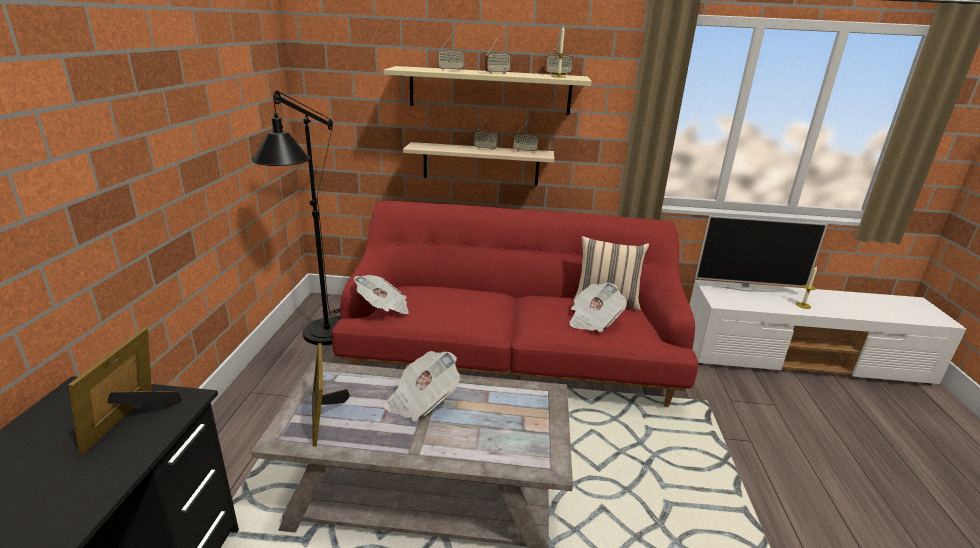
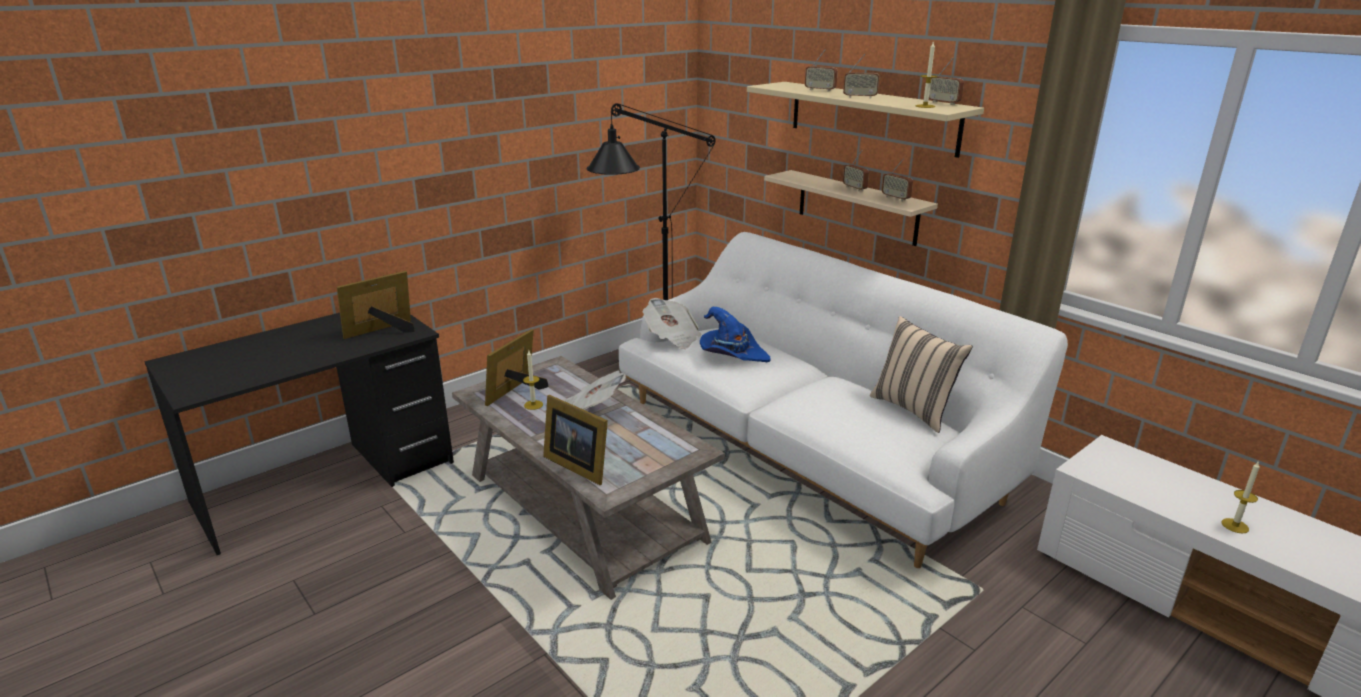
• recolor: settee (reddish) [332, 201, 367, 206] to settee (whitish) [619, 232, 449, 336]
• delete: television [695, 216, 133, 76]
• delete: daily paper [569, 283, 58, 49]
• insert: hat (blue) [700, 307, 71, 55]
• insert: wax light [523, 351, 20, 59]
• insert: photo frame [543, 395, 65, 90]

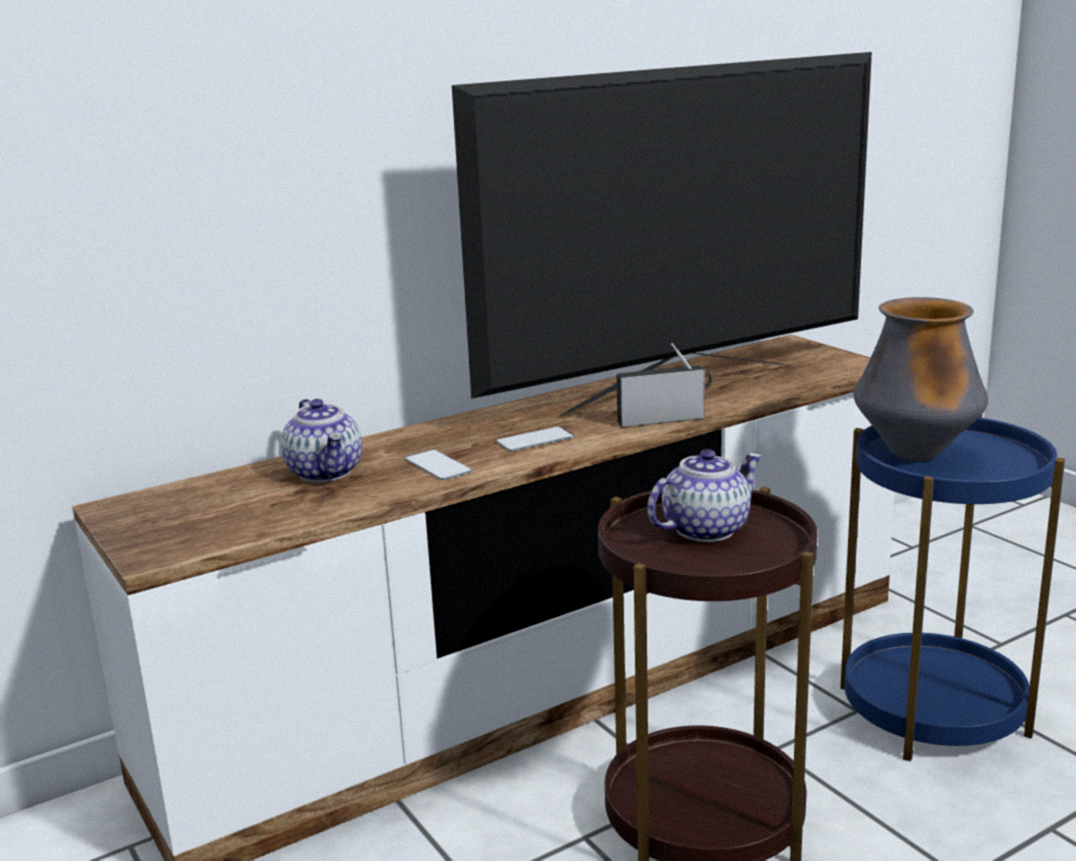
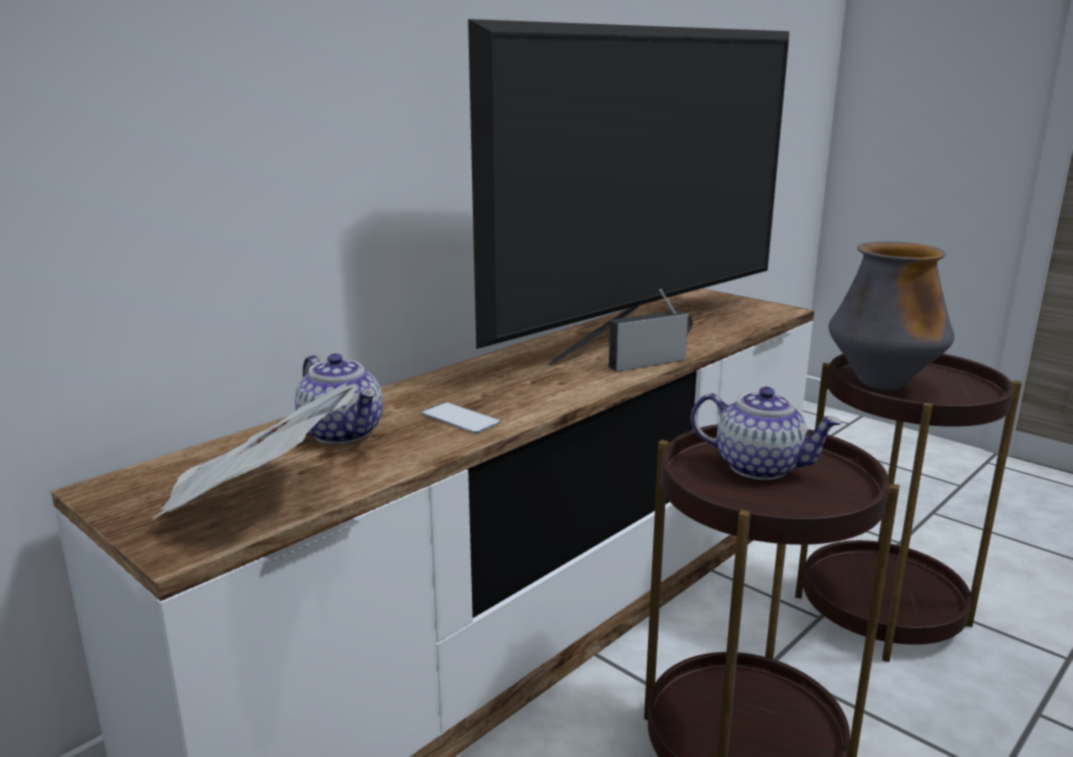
• recolor: accent table (blue) [840, 414, 225, 347] to accent table (brown-coloured) [795, 354, 227, 308]
• delete: phone [496, 426, 79, 25]
• rotate: pot for tea [647, 449, 115, 93] = [691, 387, 151, 93] 75 degrees clockwise
• insert: daily paper [152, 382, 205, 137]

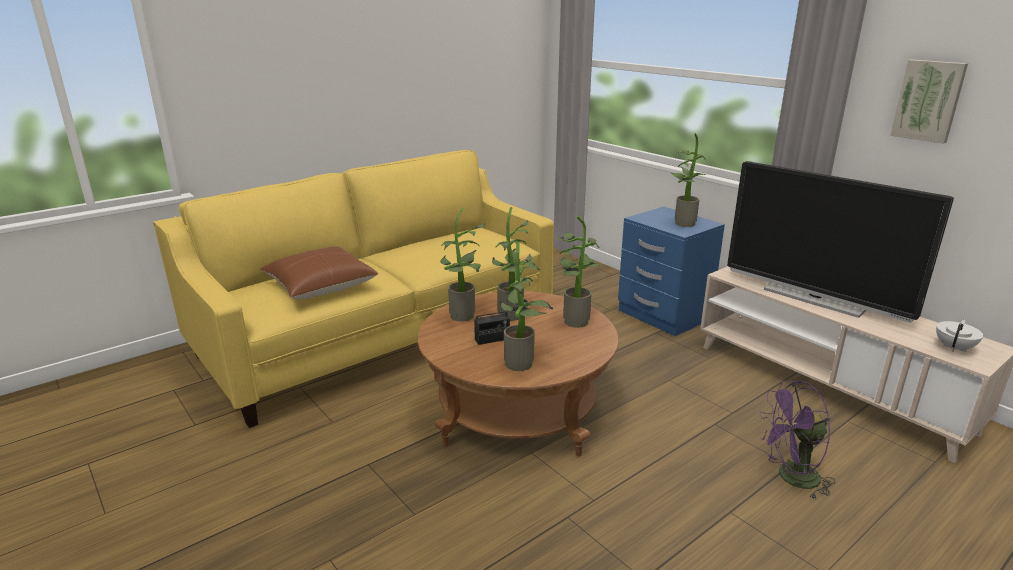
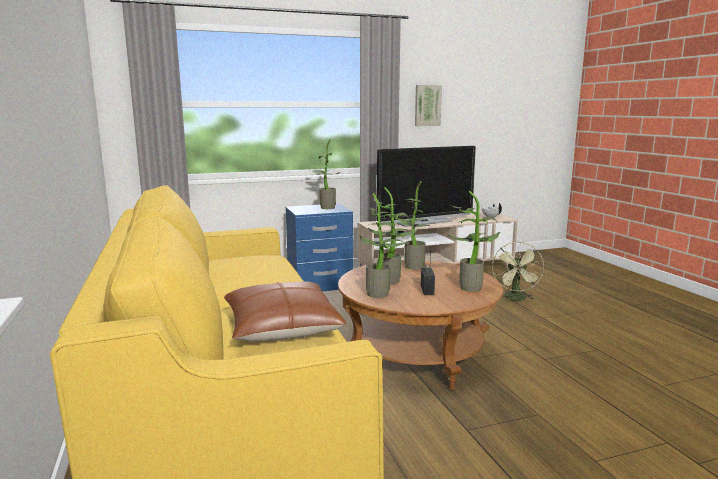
• recolor: fan (purple) [759, 381, 76, 118] to fan (green) [492, 242, 52, 58]

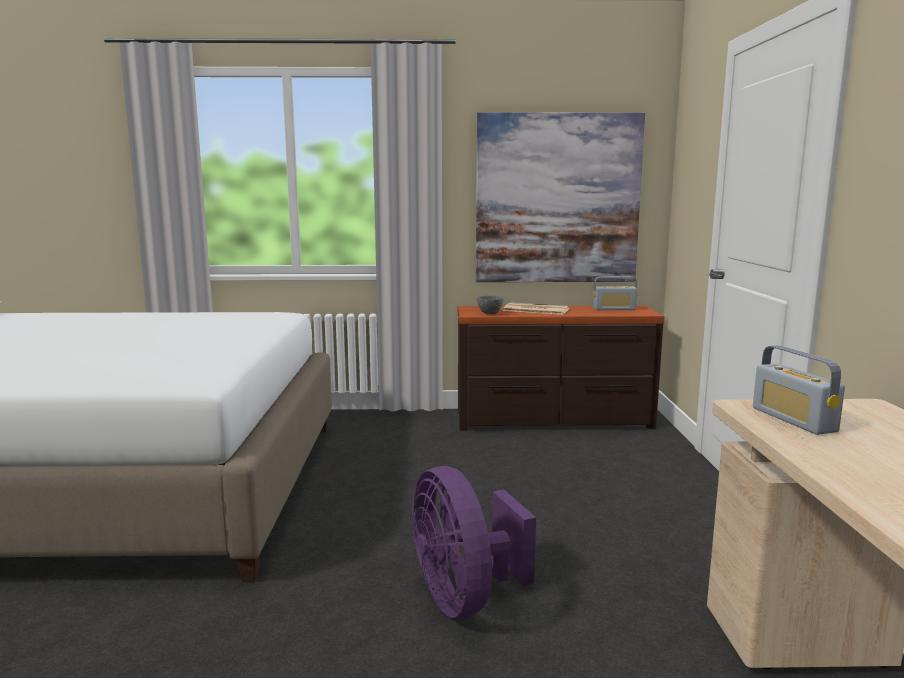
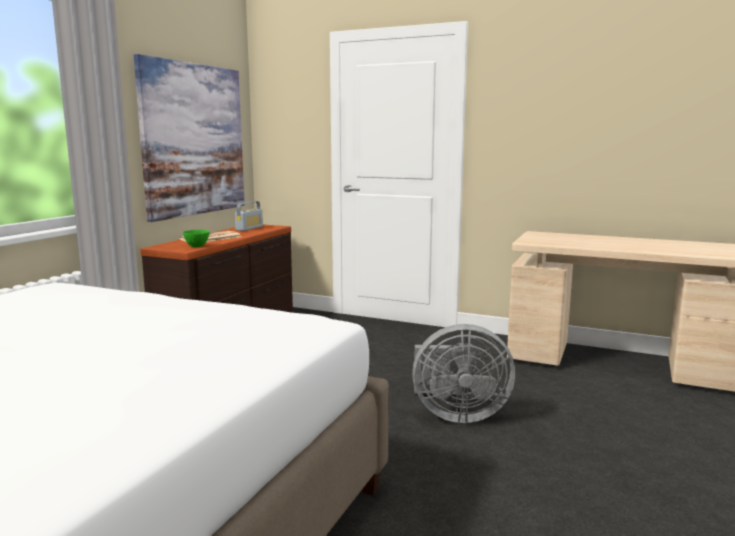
• recolor: bowl (gray) [476, 295, 28, 19] to bowl (green) [183, 229, 27, 18]
• delete: radio receiver [753, 345, 92, 90]
• recolor: fan (purple) [412, 466, 124, 152] to fan (gray) [412, 324, 103, 99]

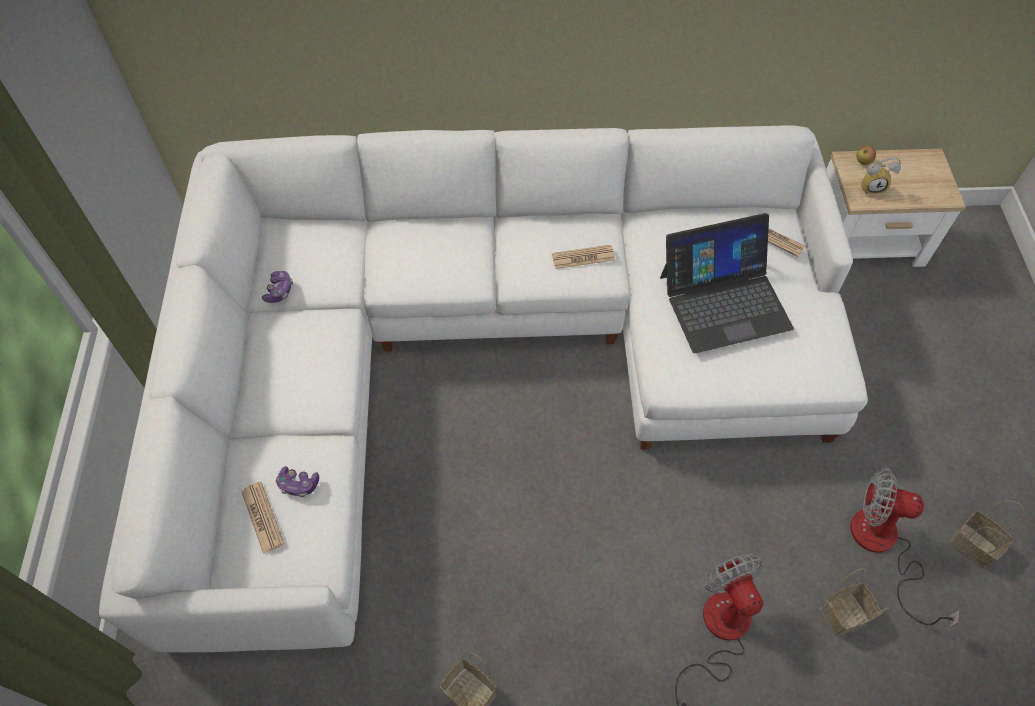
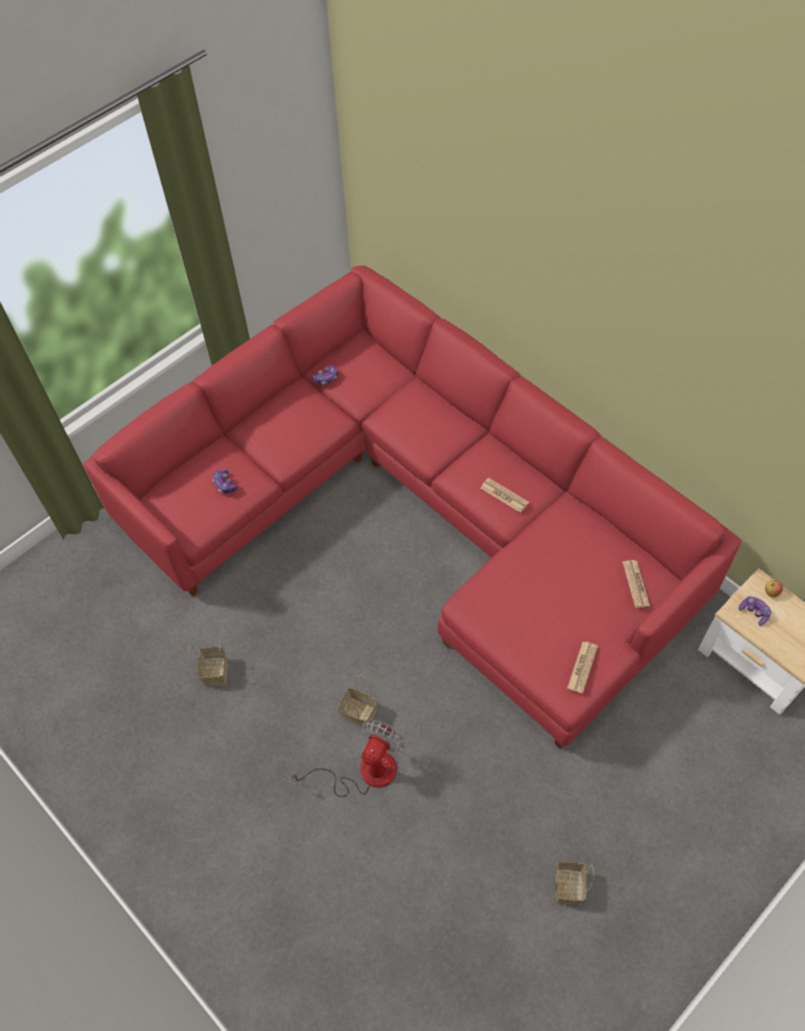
• recolor: settee (whitish) [99, 125, 769, 527] to settee (reddish) [83, 266, 658, 483]
• replace: alarm clock [861, 157, 40, 37] to gamepad [739, 596, 32, 30]
• delete: notebook computer [660, 213, 134, 140]
• delete: fan [850, 468, 109, 160]
• move: daily paper [241, 482, 43, 72] to [567, 642, 31, 51]
• move: storage basket [820, 568, 69, 68] to [338, 675, 39, 53]

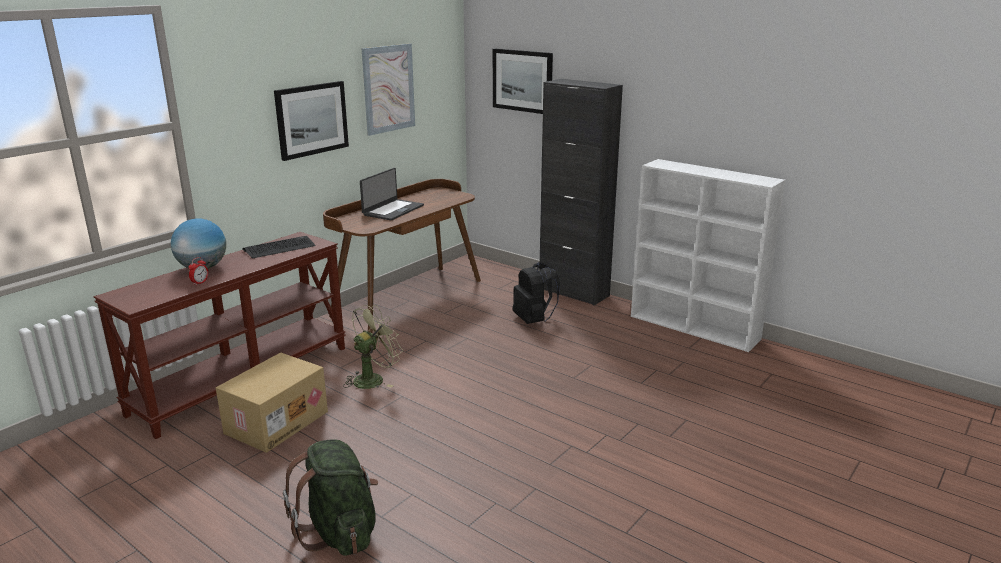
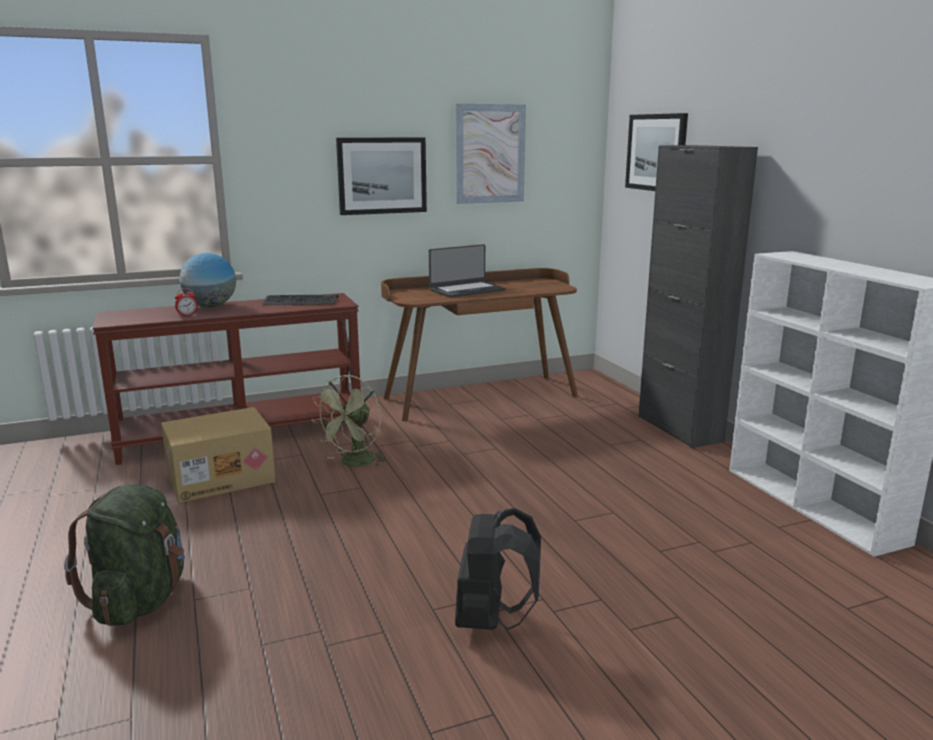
• move: rucksack (blackish) [512, 262, 48, 62] to [455, 508, 86, 122]
• rotate: fan (green) [343, 305, 60, 84] = [311, 375, 76, 93] 135 degrees clockwise

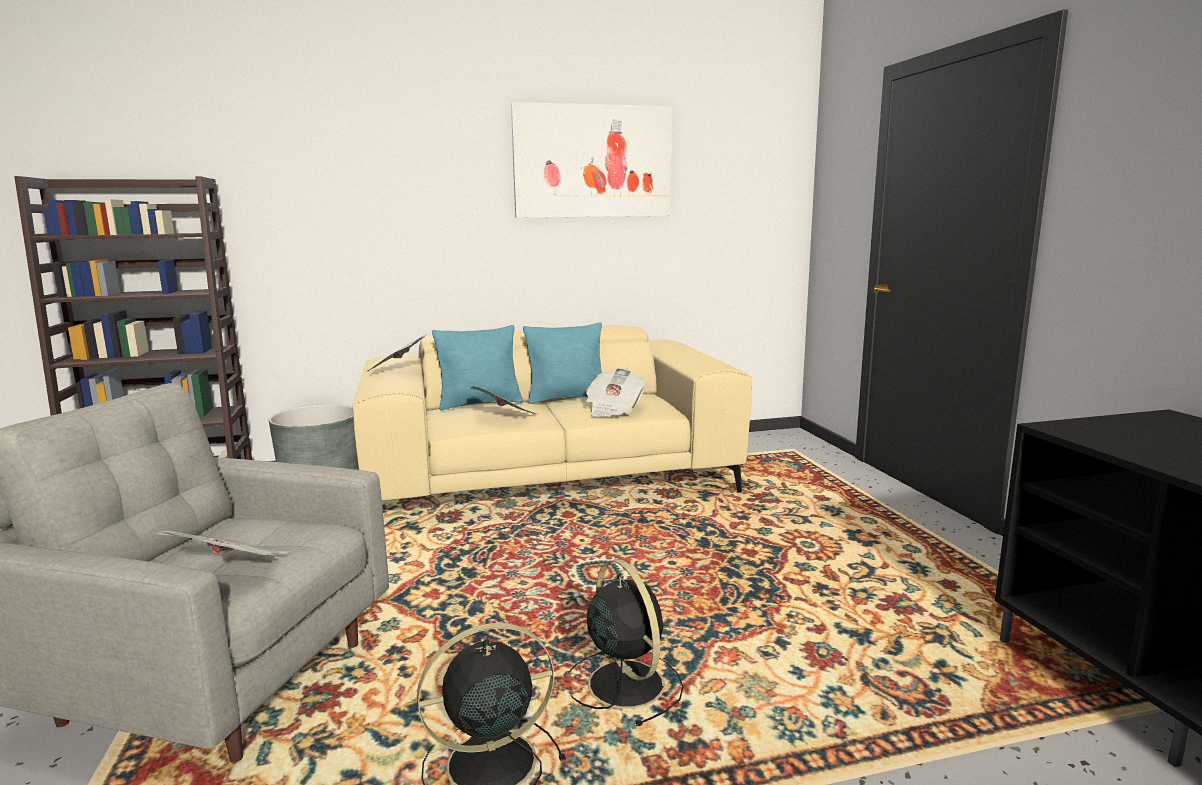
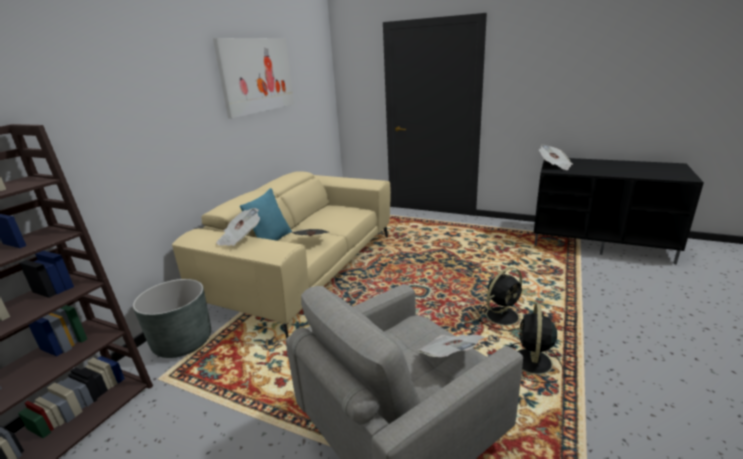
• delete: throw pillow (blue-green) [523, 322, 79, 82]
• move: daily paper [586, 368, 61, 49] to [539, 145, 34, 25]
• rotate: fan (blackish) [568, 559, 115, 167] = [478, 267, 49, 64] 135 degrees clockwise

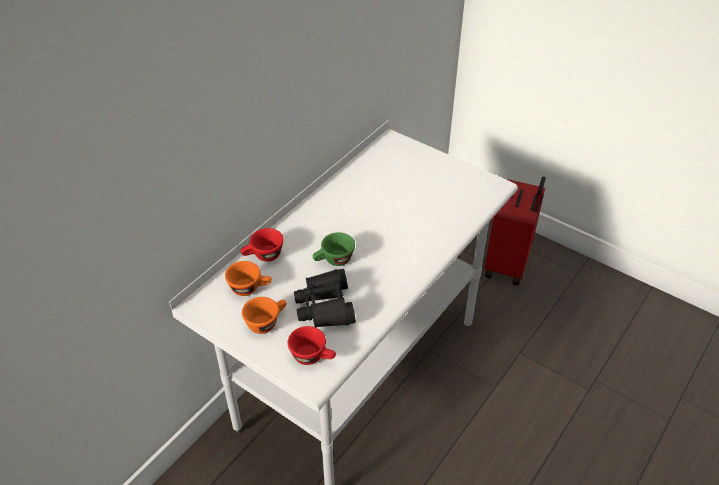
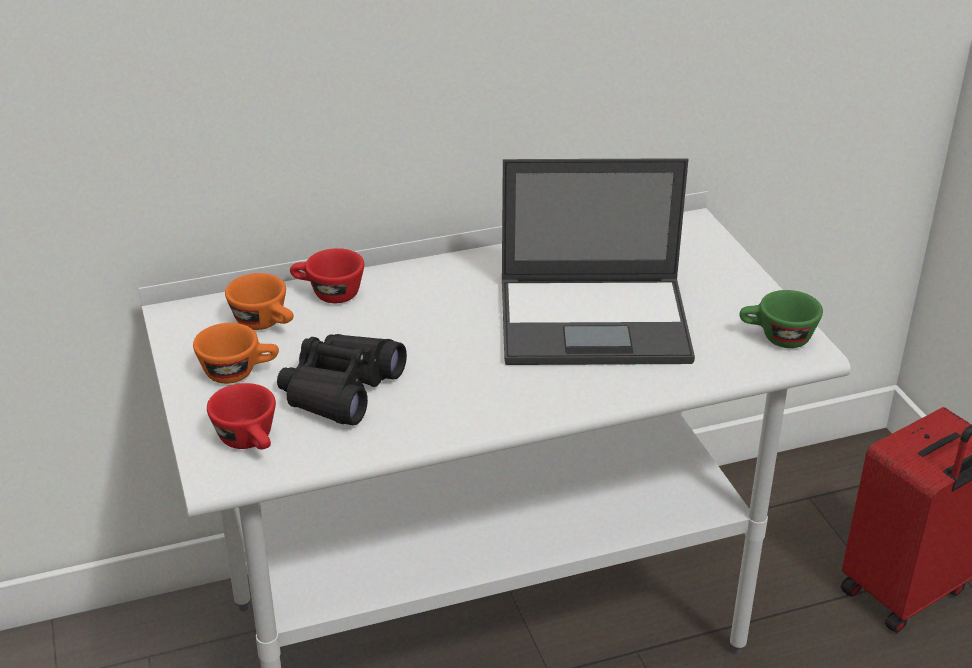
• move: cup (green) [313, 232, 42, 34] to [740, 290, 83, 58]
• insert: notebook computer [502, 158, 193, 207]

